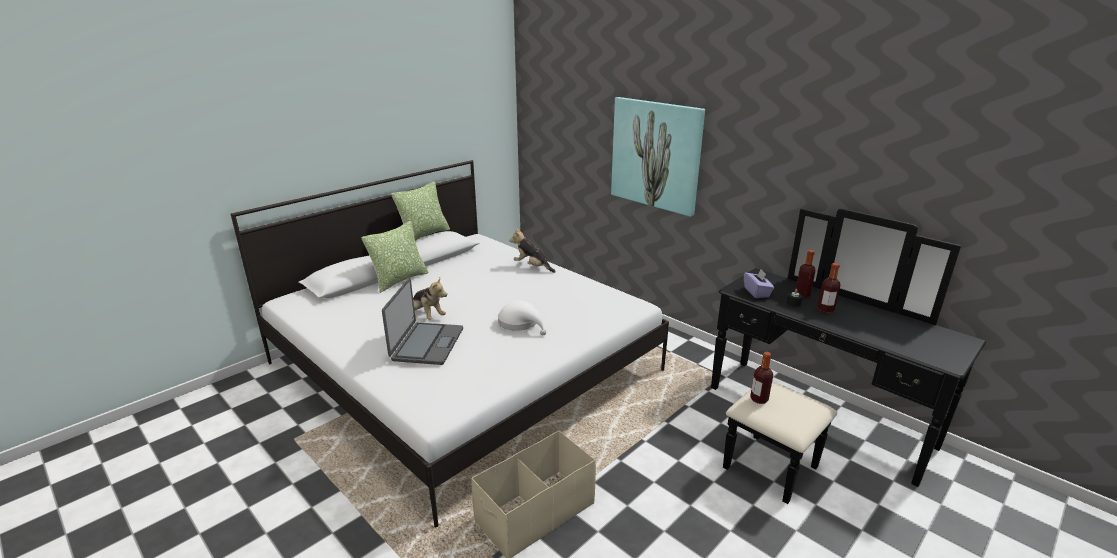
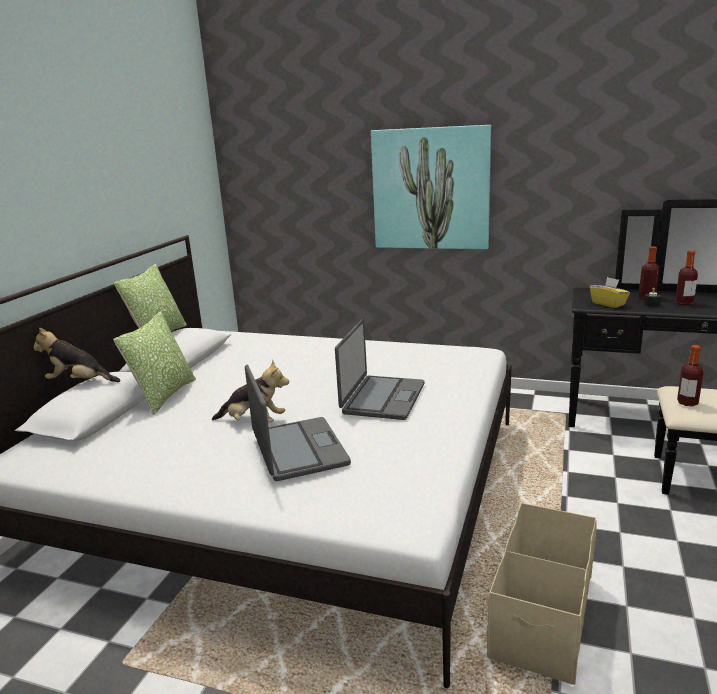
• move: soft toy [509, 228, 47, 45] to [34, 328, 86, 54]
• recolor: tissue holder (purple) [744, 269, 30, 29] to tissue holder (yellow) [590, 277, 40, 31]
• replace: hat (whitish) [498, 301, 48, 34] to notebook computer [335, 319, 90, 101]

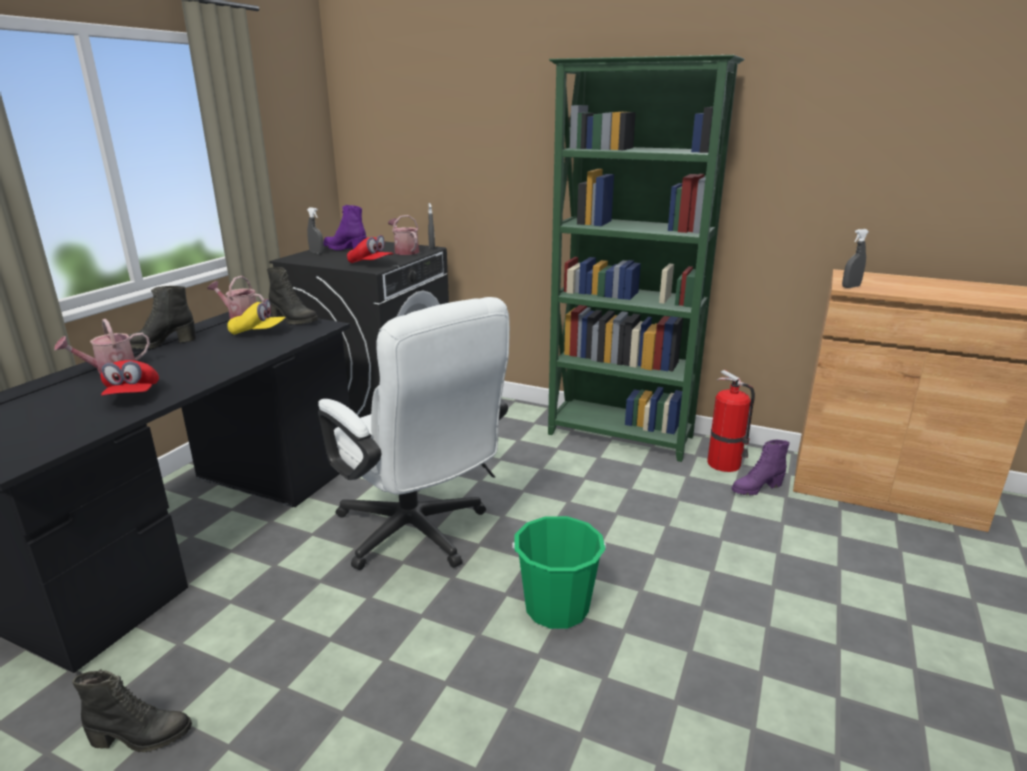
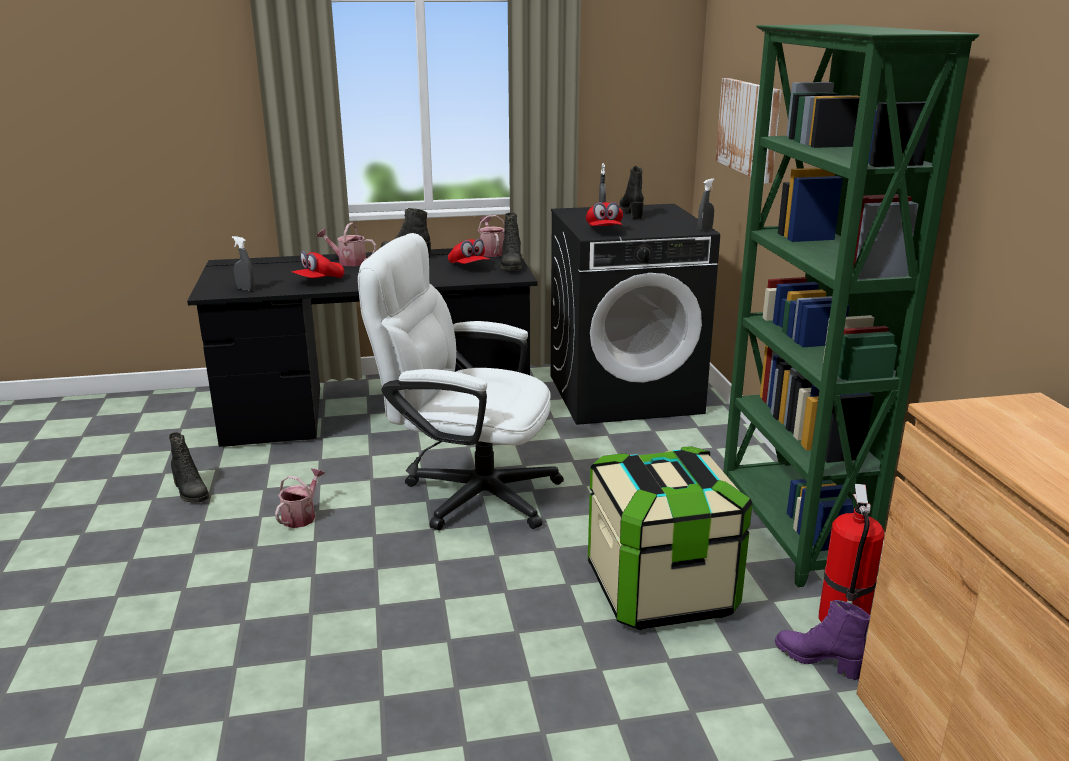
• recolor: tall boot (purple) [323, 205, 44, 46] to tall boot (blackish) [619, 166, 25, 54]
• move: watering can [388, 215, 31, 40] to [275, 468, 50, 60]
• move: hand sprayer (gray) [842, 229, 27, 59] to [232, 236, 23, 55]
• rotate: computer chair (whitish) [318, 297, 192, 273] = [358, 233, 206, 297] 90 degrees clockwise
• recolor: baseball cap (yellow) [227, 299, 59, 36] to baseball cap (reddish) [448, 239, 42, 25]
• delete: pail (green) [512, 516, 94, 113]
• insert: picture [716, 78, 66, 105]
• insert: storage container [588, 446, 164, 184]

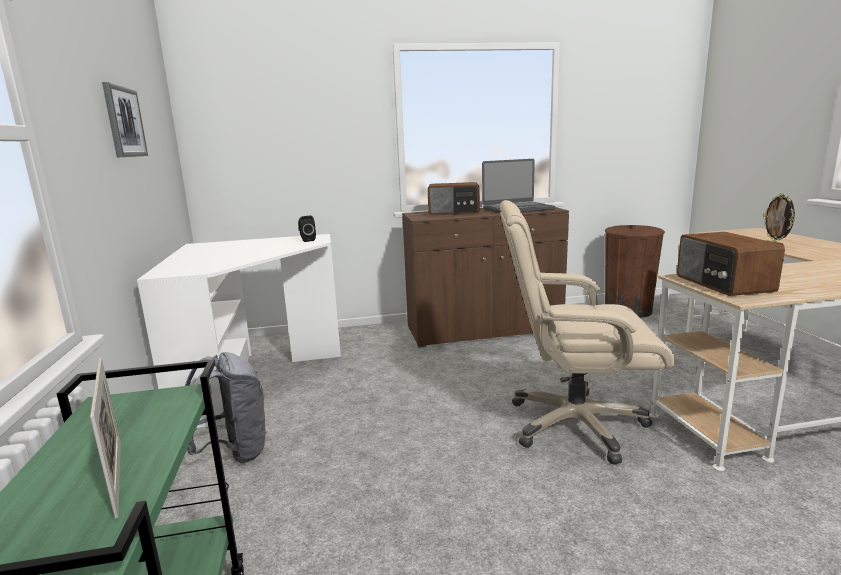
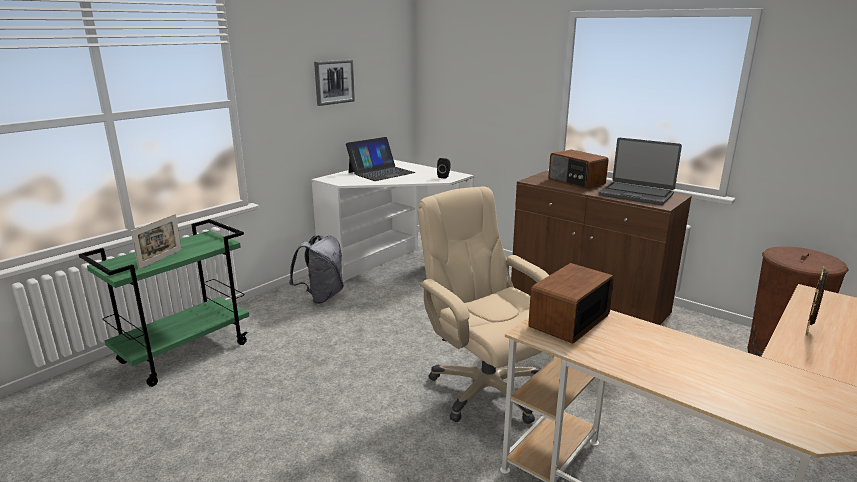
• insert: notebook computer [346, 137, 69, 44]

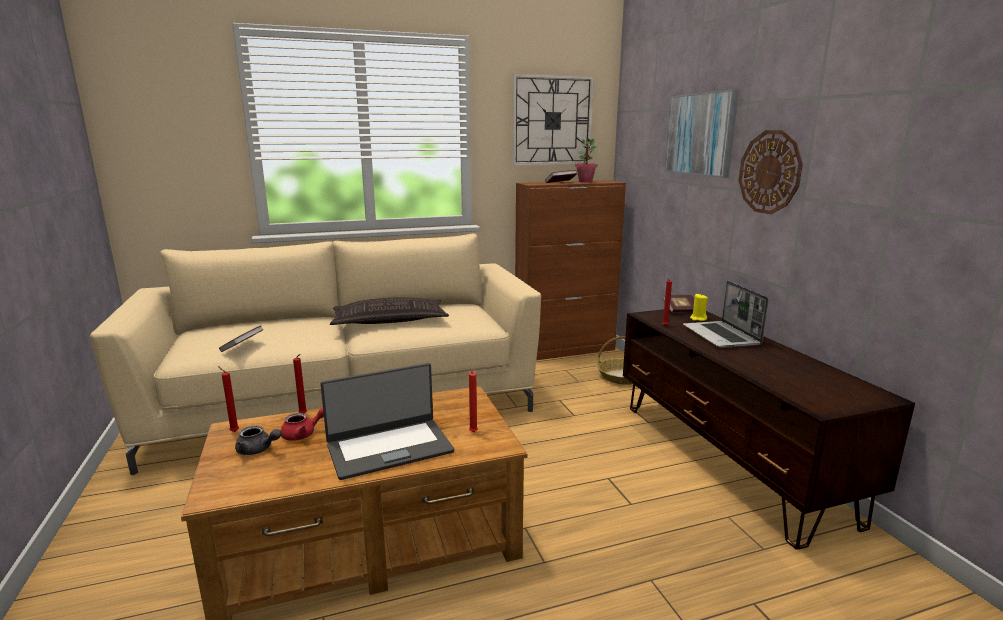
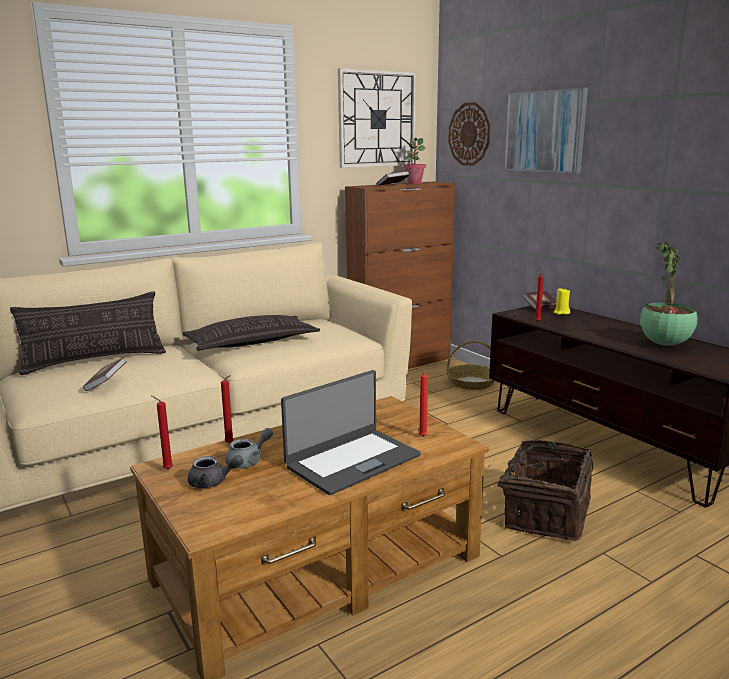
• move: wall clock [739, 130, 64, 84] to [448, 102, 43, 64]
• delete: notebook computer [683, 281, 86, 67]
• recolor: pot for tea (reddish) [281, 407, 43, 34] to pot for tea (gray) [225, 428, 48, 41]
• insert: houseplant [640, 242, 58, 104]
• insert: throw pillow [10, 291, 156, 84]
• insert: storage basket [489, 440, 104, 101]

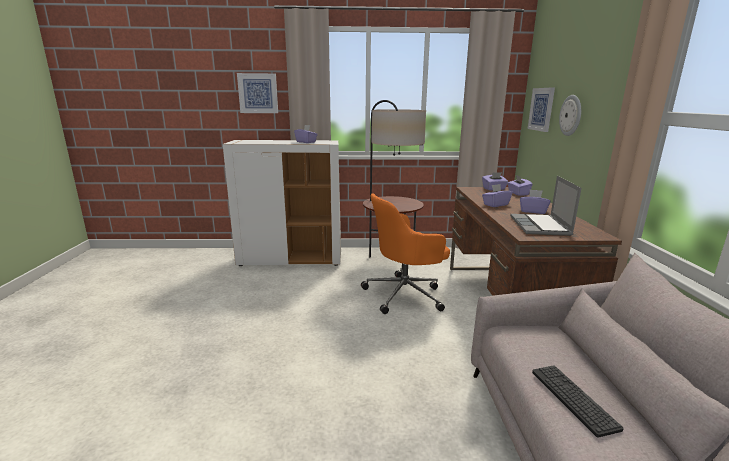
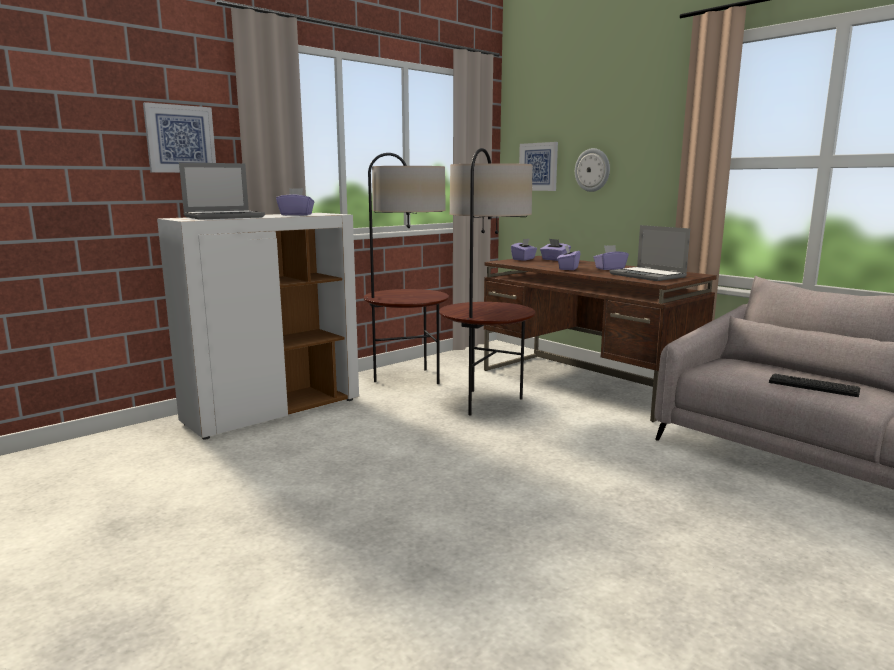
• replace: computer chair (orangey) [361, 193, 89, 121] to standard lamp [439, 148, 96, 268]
• insert: notebook computer [179, 162, 86, 58]

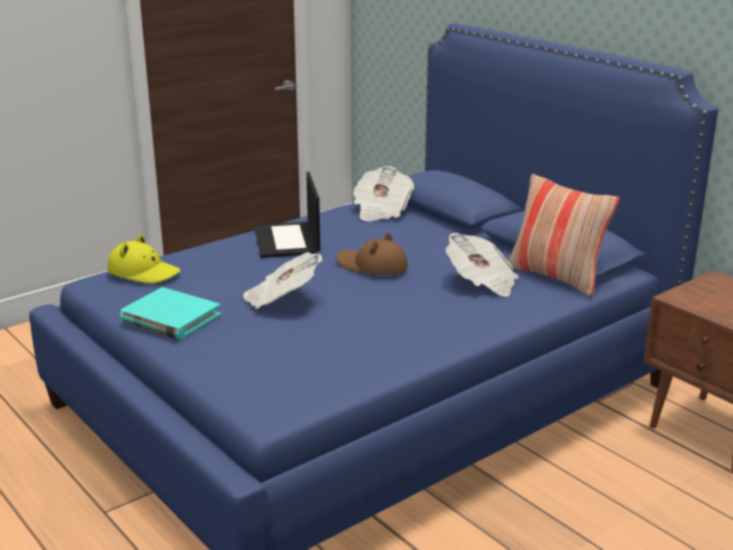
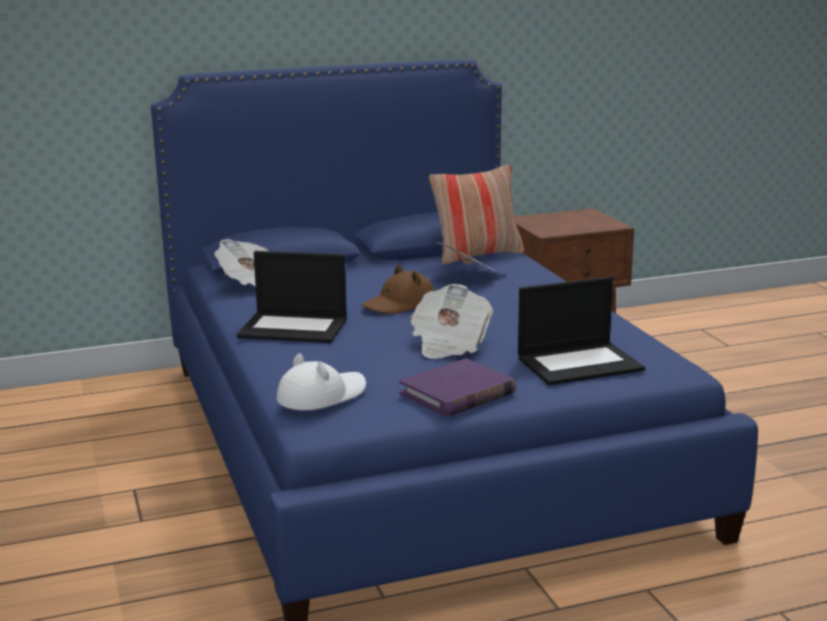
• recolor: hat (yellow) [107, 234, 74, 50] to hat (whitish) [277, 354, 89, 56]
• recolor: book (blue-green) [120, 287, 101, 53] to book (purple) [399, 358, 117, 58]
• insert: notebook computer [518, 276, 127, 109]

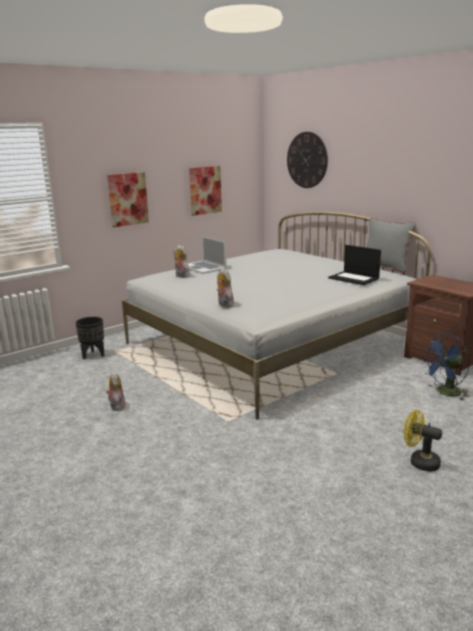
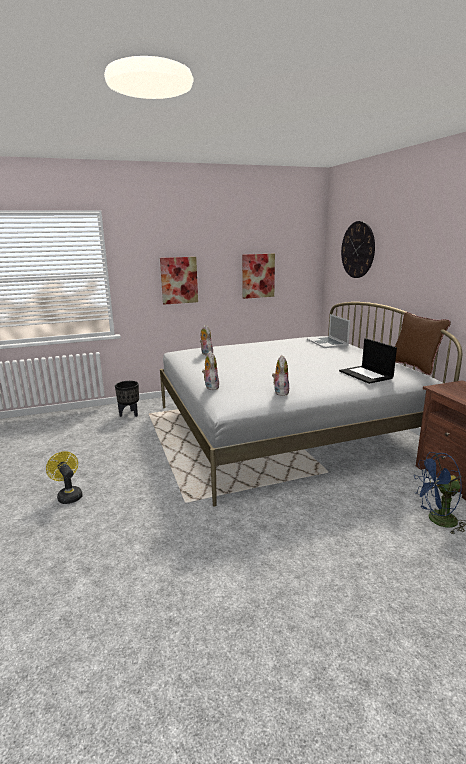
• recolor: throw pillow (gray) [366, 218, 50, 55] to throw pillow (brown-coloured) [395, 312, 56, 63]
• move: notebook computer [188, 236, 39, 38] to [307, 314, 43, 34]
• move: soft toy [106, 371, 20, 40] to [272, 355, 17, 41]
• move: fan (yellow) [404, 409, 38, 63] to [46, 451, 37, 53]

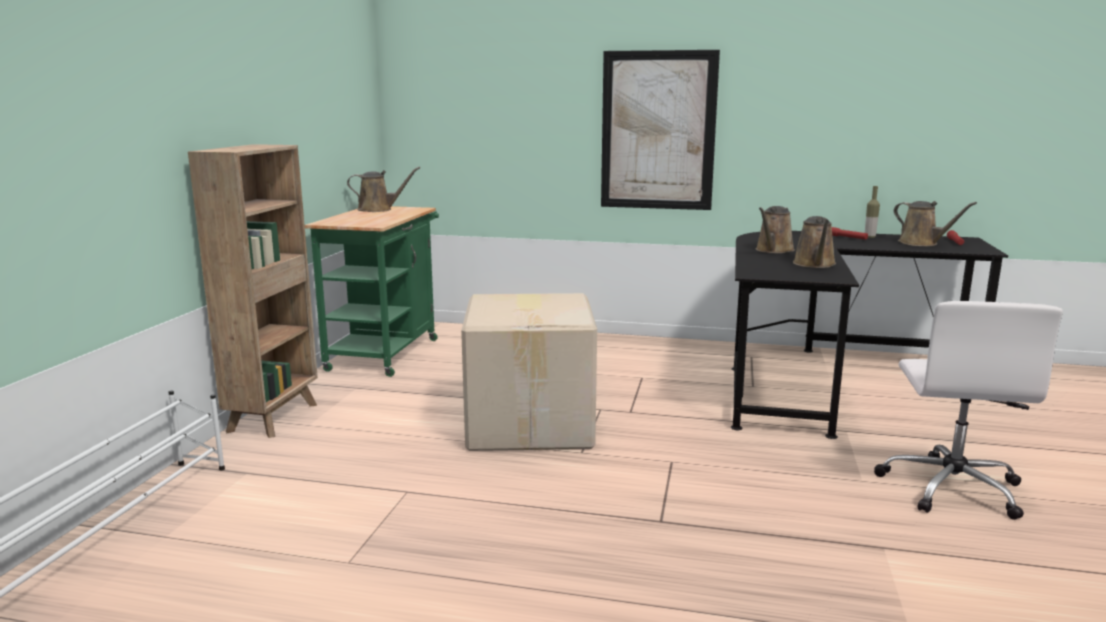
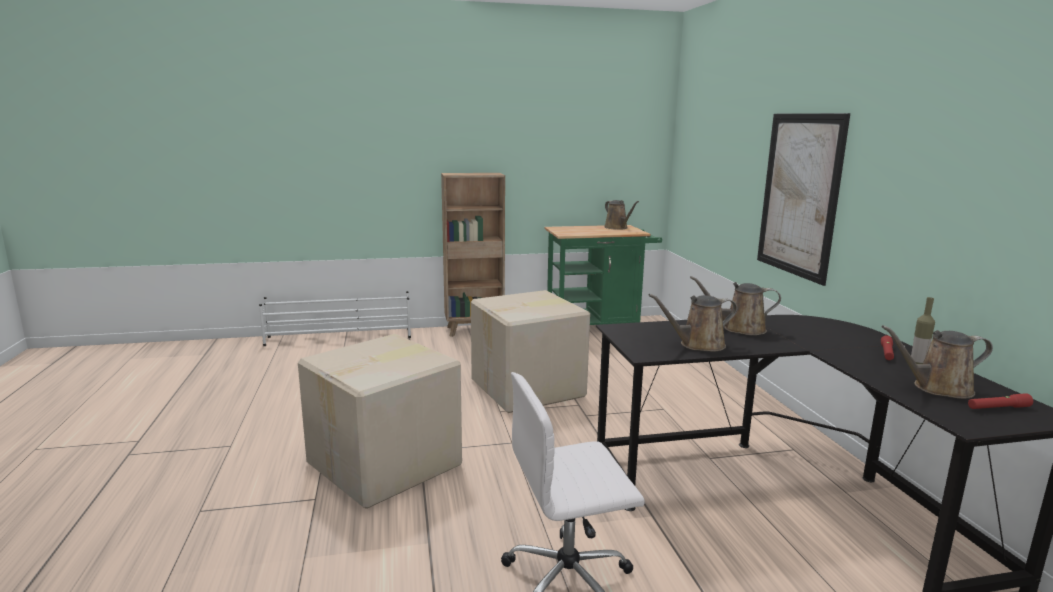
• rotate: watering can (brown-coloured) [894, 201, 83, 45] = [882, 325, 111, 74] 60 degrees clockwise
• insert: packing box [298, 334, 164, 175]

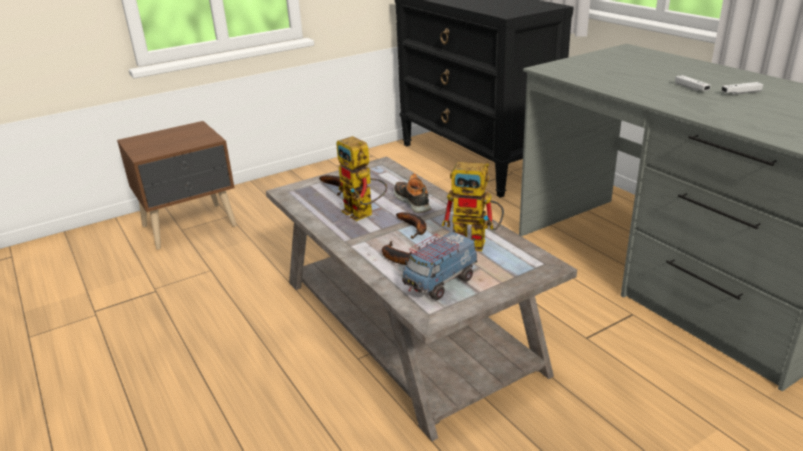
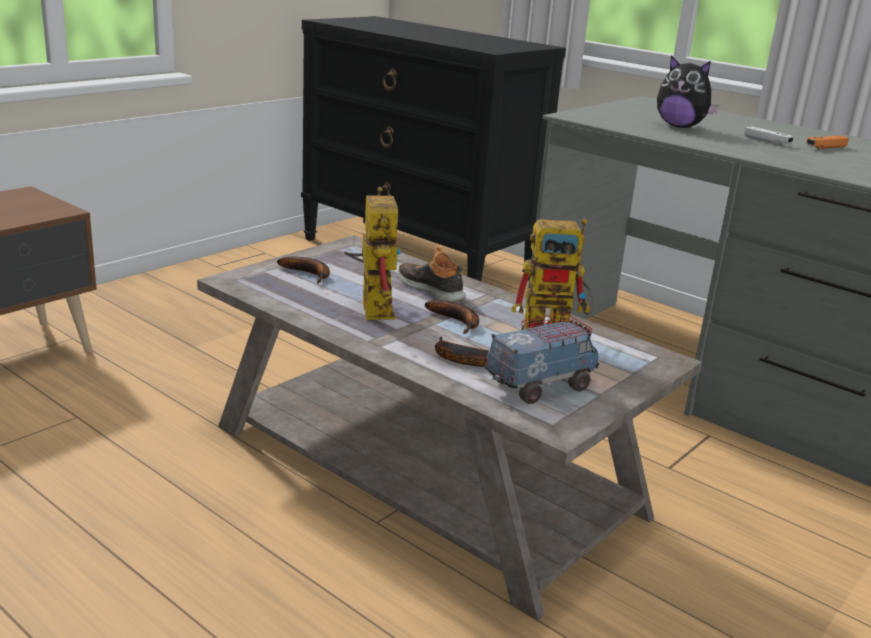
• recolor: gamepad (whitish) [721, 82, 42, 13] to gamepad (orangey) [806, 135, 43, 14]
• rotate: model robot [336, 136, 51, 85] = [344, 187, 57, 133] 135 degrees counterclockwise
• rotate: toy lorry [402, 229, 75, 71] = [485, 312, 114, 92] 150 degrees counterclockwise
• insert: soft toy [657, 55, 62, 73]

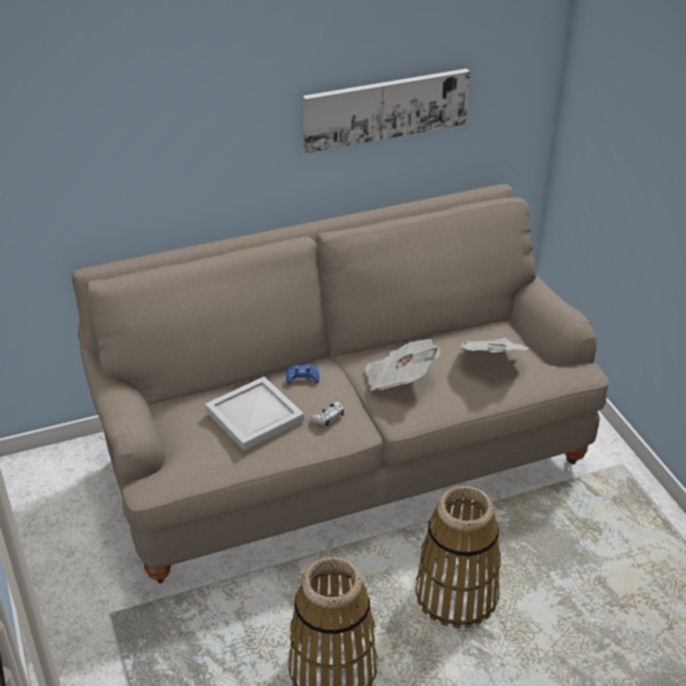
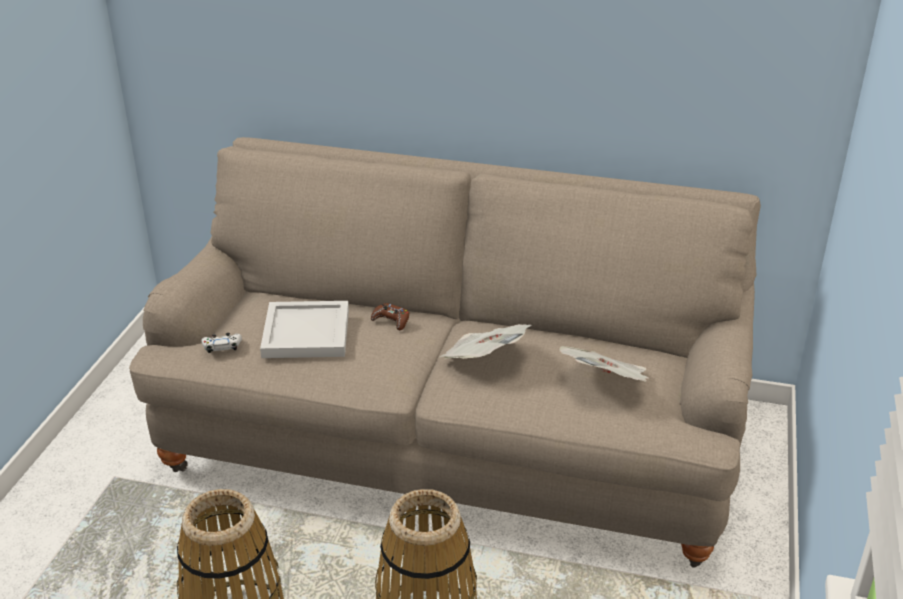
• delete: picture [303, 68, 167, 85]
• recolor: gamepad (blue) [286, 365, 33, 20] to gamepad (brown-coloured) [371, 303, 38, 27]
• move: gamepad (whitish) [310, 402, 34, 24] to [202, 333, 40, 20]

